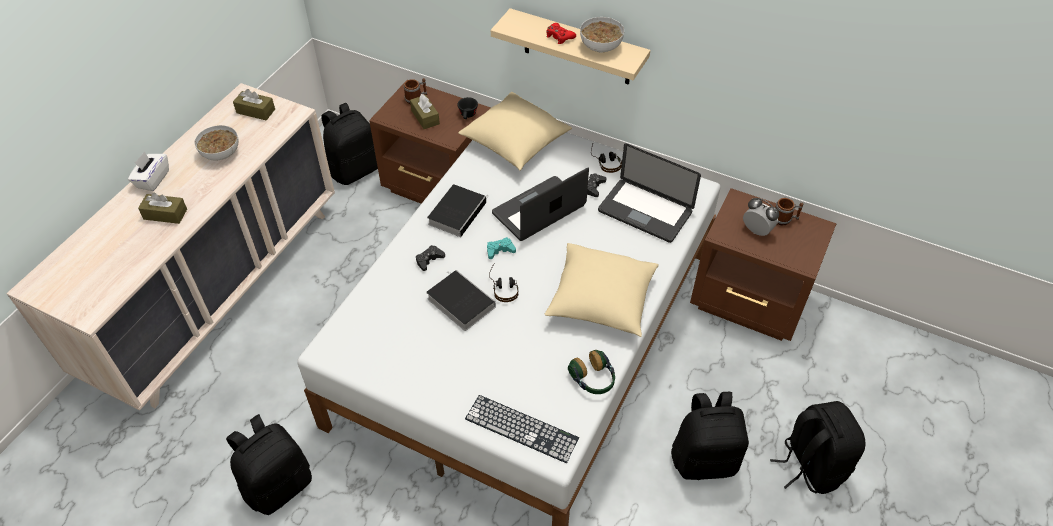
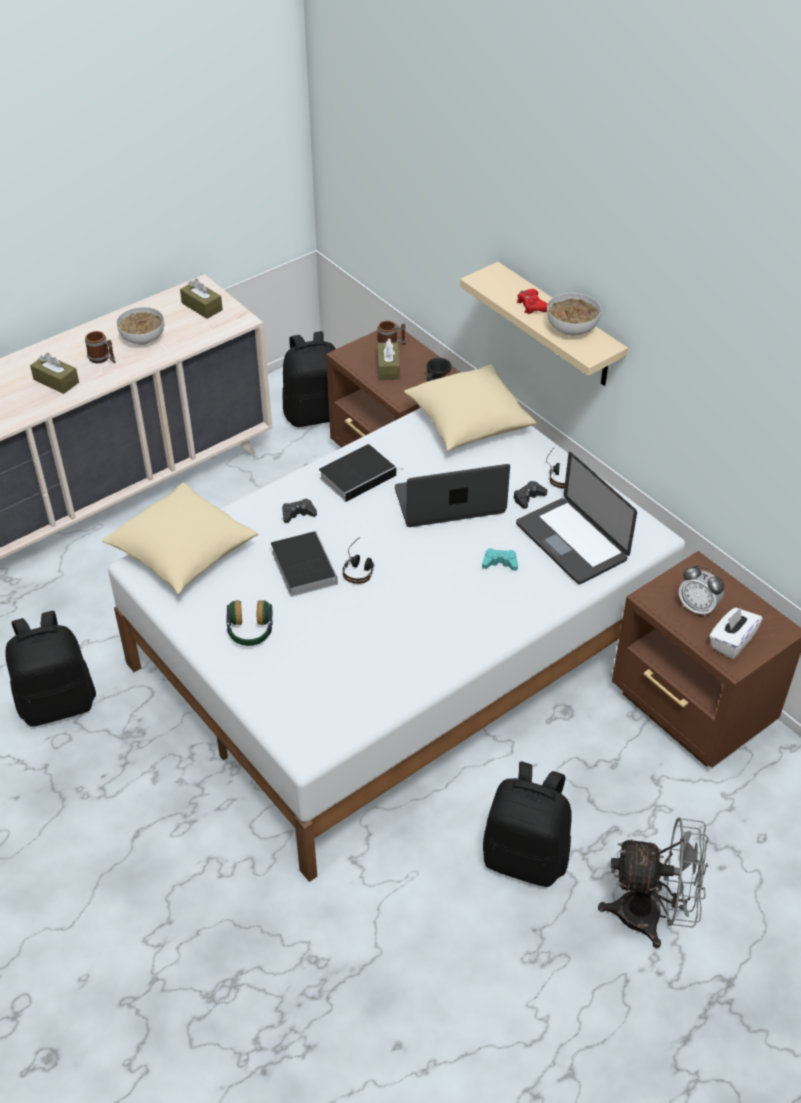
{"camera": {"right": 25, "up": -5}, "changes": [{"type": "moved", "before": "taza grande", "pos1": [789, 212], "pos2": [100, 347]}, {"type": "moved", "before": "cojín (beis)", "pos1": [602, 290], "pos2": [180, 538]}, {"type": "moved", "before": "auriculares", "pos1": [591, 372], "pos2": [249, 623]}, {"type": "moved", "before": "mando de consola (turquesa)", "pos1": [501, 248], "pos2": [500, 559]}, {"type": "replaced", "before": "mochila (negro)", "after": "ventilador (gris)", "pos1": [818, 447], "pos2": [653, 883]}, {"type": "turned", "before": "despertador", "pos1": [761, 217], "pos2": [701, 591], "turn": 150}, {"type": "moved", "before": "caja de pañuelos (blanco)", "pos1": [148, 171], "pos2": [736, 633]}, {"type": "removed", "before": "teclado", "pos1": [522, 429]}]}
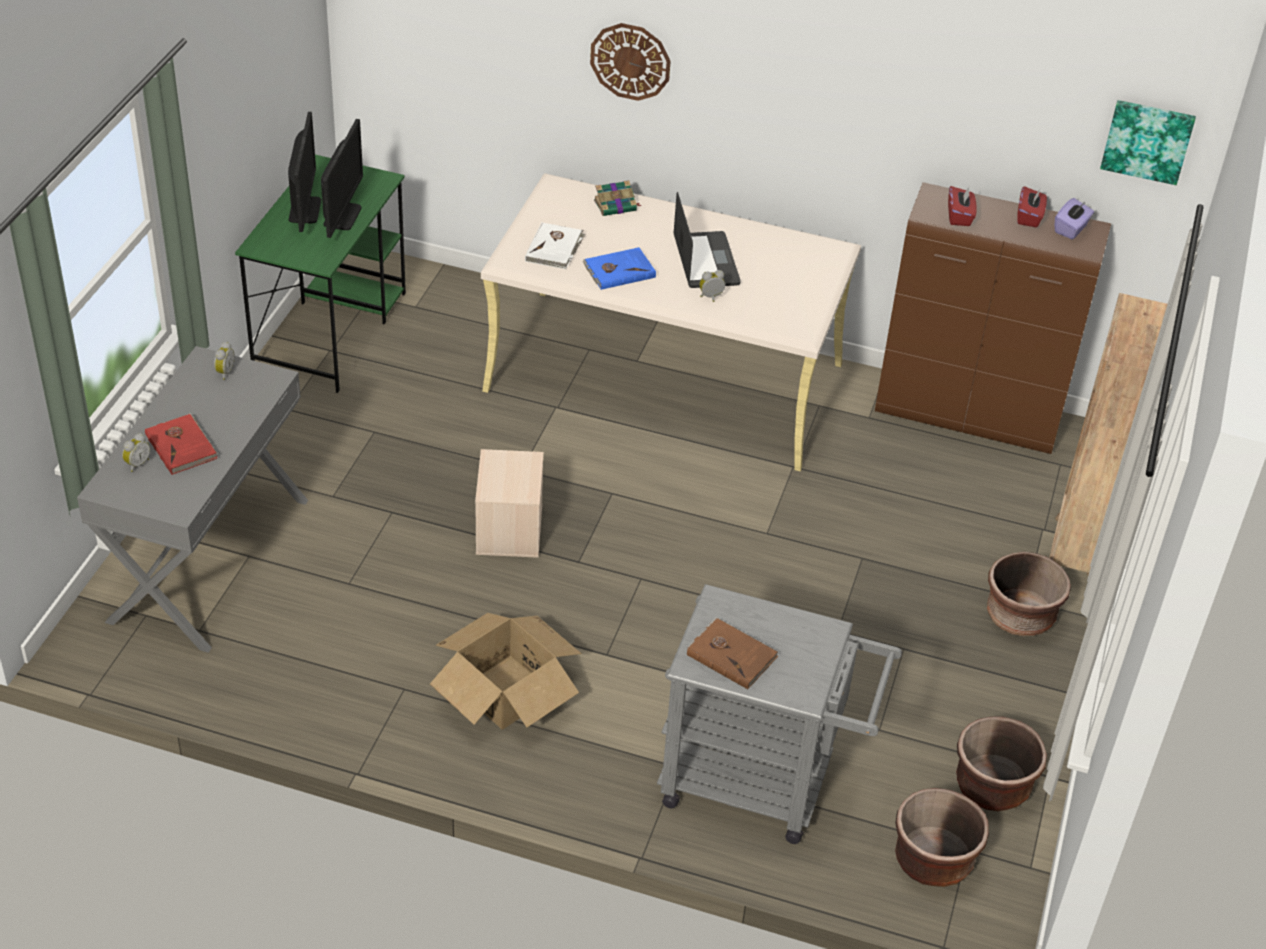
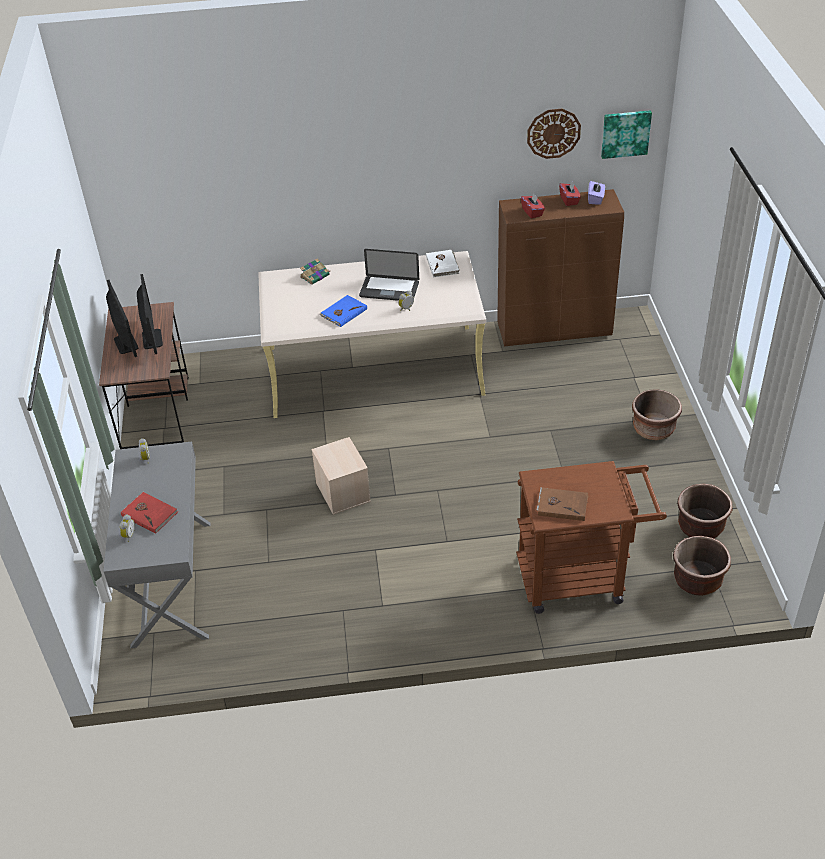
{"camera": {"right": -20, "up": 0}, "changes": [{"type": "recoloured", "before": "escritorio (verde)", "after": "escritorio (marrón)", "pos1": [320, 274], "pos2": [144, 375]}, {"type": "turned", "before": "portátil", "pos1": [707, 240], "pos2": [389, 275], "turn": 135}, {"type": "moved", "before": "libro (blanco)", "pos1": [555, 245], "pos2": [443, 263]}, {"type": "recoloured", "before": "carrito (gris)", "after": "carrito (marrón)", "pos1": [779, 714], "pos2": [591, 537]}, {"type": "moved", "before": "reloj de pared", "pos1": [630, 62], "pos2": [554, 134]}, {"type": "removed", "before": "caja de cartón", "pos1": [506, 671]}, {"type": "removed", "before": "estantería (marrón)", "pos1": [1108, 434]}]}
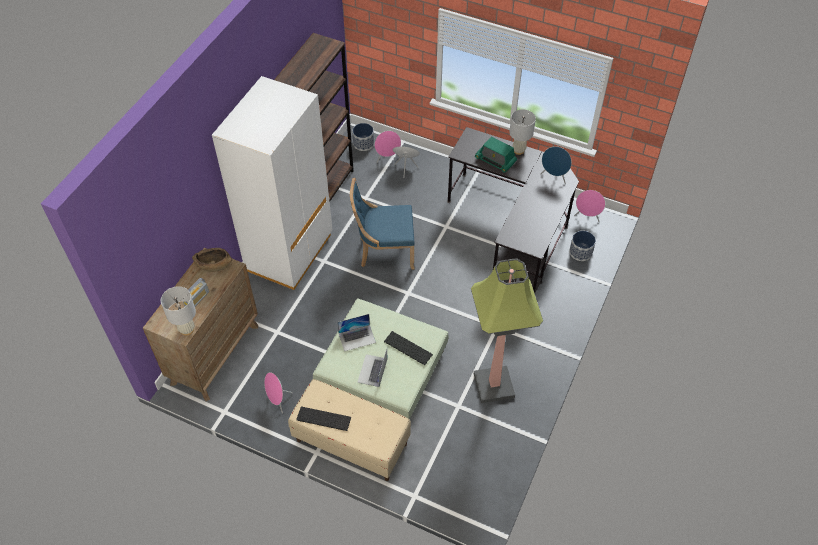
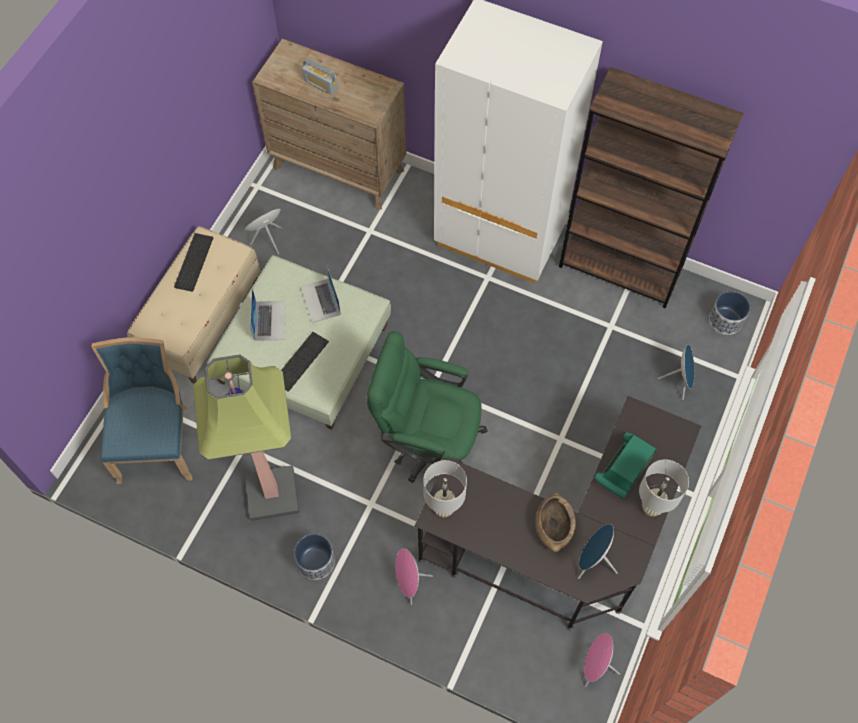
{"camera": {"right": 90, "up": 10}, "changes": [{"type": "moved", "before": "silla (azul)", "pos1": [382, 224], "pos2": [141, 410]}, {"type": "turned", "before": "portátil", "pos1": [372, 368], "pos2": [268, 314], "turn": 75}, {"type": "moved", "before": "maceta", "pos1": [582, 246], "pos2": [314, 557]}, {"type": "added", "after": "silla de oficina (verde)", "pos2": [427, 407]}, {"type": "moved", "before": "altavoz (rosa)", "pos1": [388, 147], "pos2": [414, 576]}, {"type": "moved", "before": "lámpara de mesa (blanco)", "pos1": [178, 311], "pos2": [445, 488]}, {"type": "moved", "before": "cuenco (marrón)", "pos1": [212, 260], "pos2": [555, 522]}]}
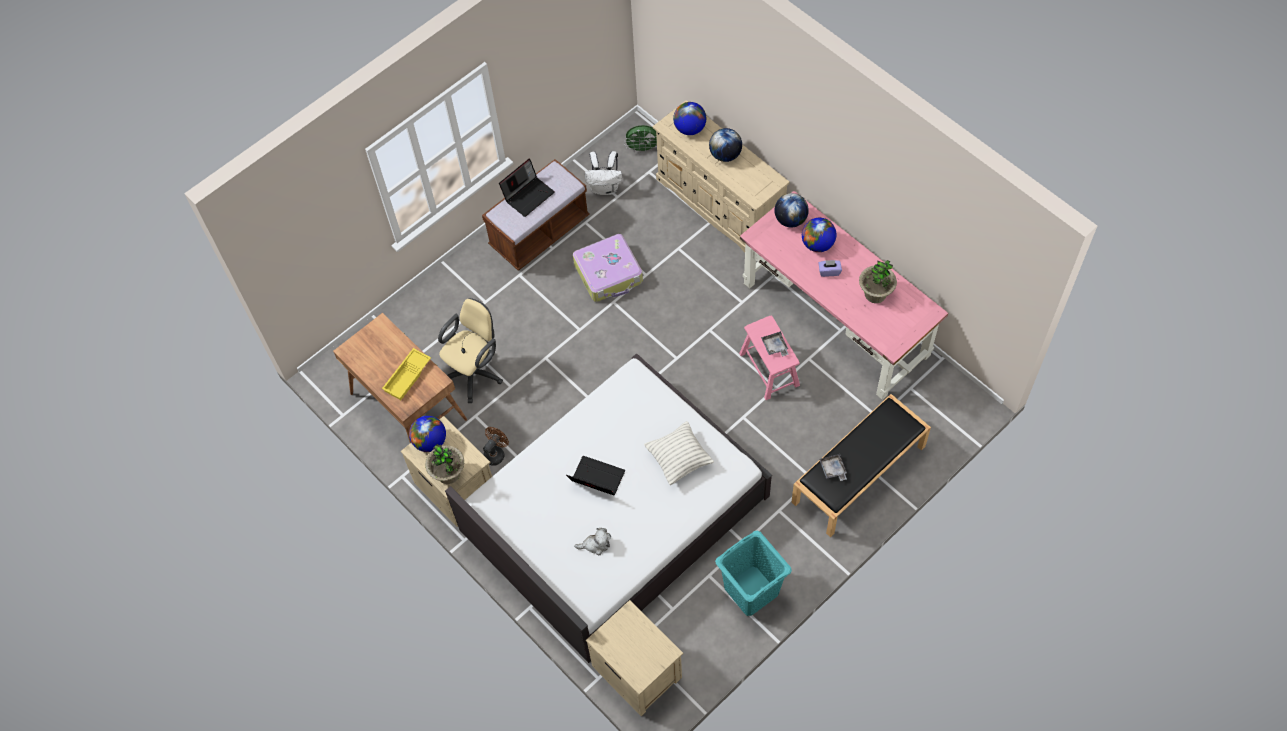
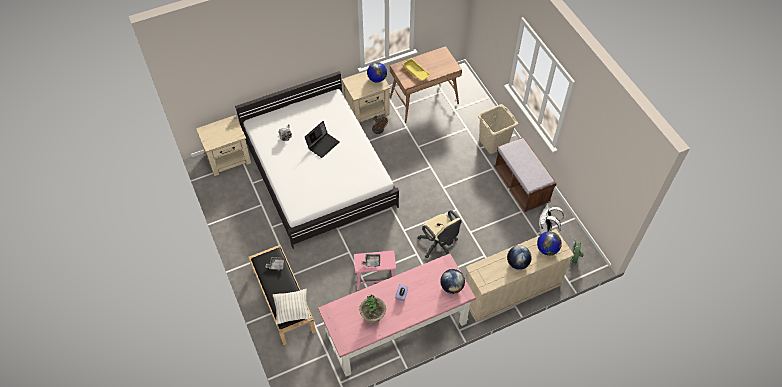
{"camera": {"right": 105, "up": -5}, "changes": [{"type": "moved", "before": "cojín", "pos1": [679, 453], "pos2": [292, 307]}, {"type": "moved", "before": "silla de oficina (beis)", "pos1": [470, 350], "pos2": [440, 234]}, {"type": "added", "after": "cesto de la ropa (beis)", "pos2": [498, 129]}, {"type": "removed", "before": "planta en maceta", "pos1": [444, 464]}, {"type": "removed", "before": "portátil", "pos1": [526, 187]}, {"type": "removed", "before": "maleta", "pos1": [608, 268]}, {"type": "removed", "before": "cesto de la ropa (turquesa)", "pos1": [753, 573]}, {"type": "removed", "before": "globo terráqueo", "pos1": [819, 235]}]}
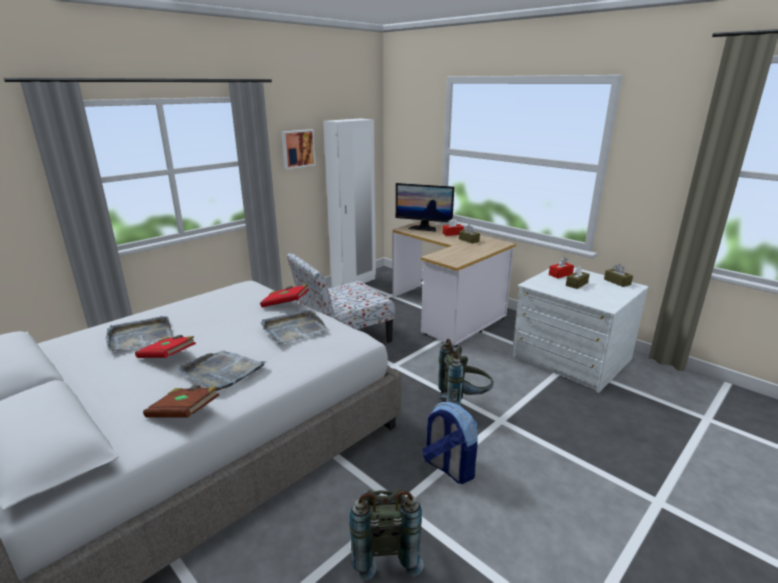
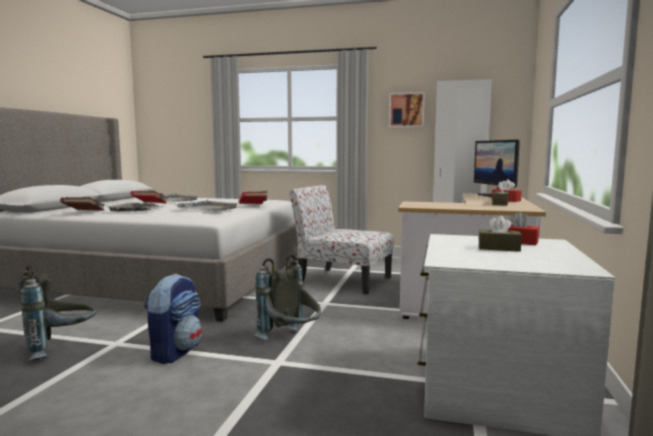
{"camera": {"right": 60, "up": -15}, "changes": [{"type": "removed", "before": "caja de pañuelos (marrón)", "pos1": [618, 275]}]}
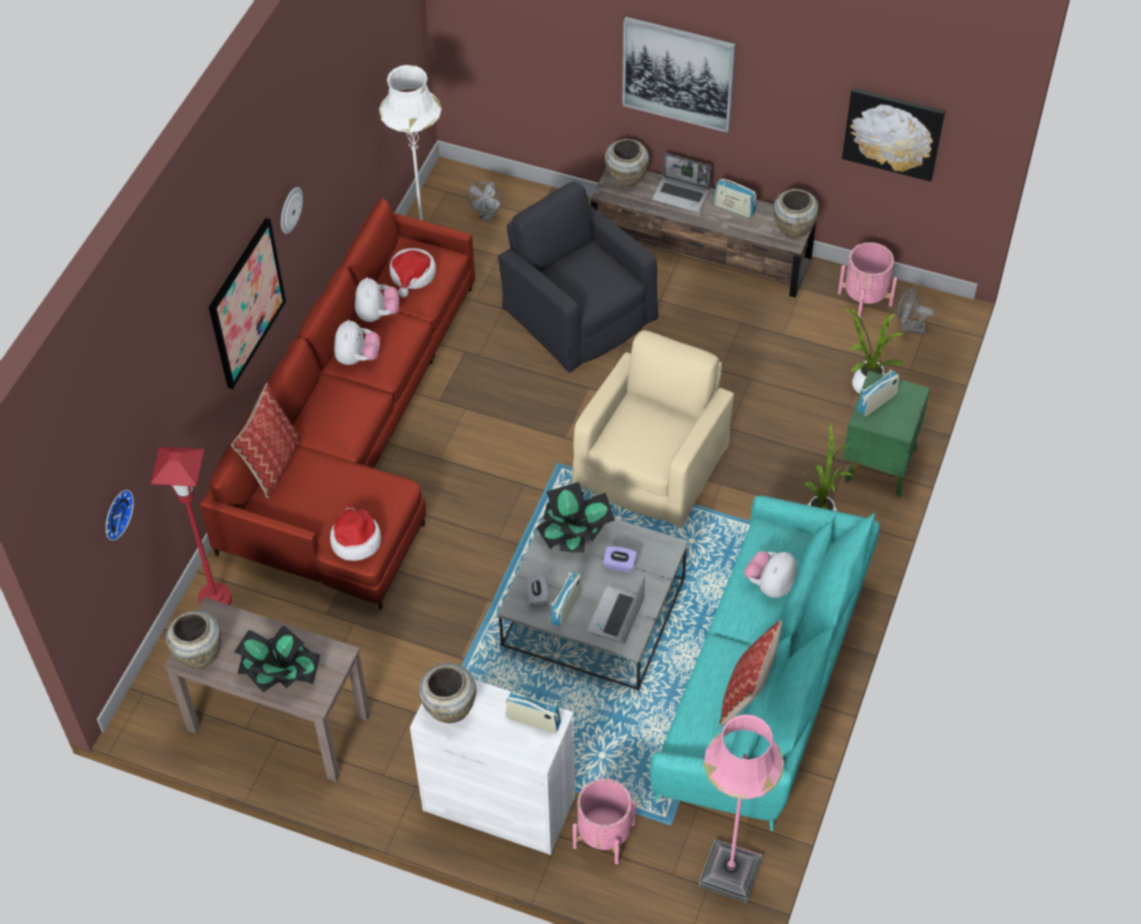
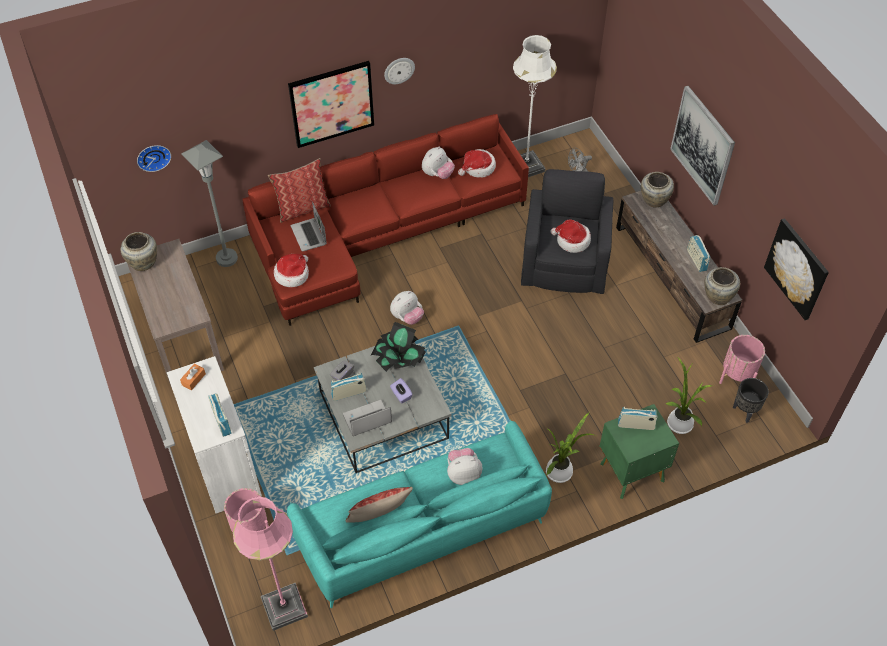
{"camera": {"right": 45, "up": 0}, "changes": [{"type": "replaced", "before": "florero (beis)", "after": "caja de pañuelos (naranja)", "pos1": [447, 693], "pos2": [193, 376]}, {"type": "recoloured", "before": "lámpara de pie (rojo)", "after": "lámpara de pie (gris)", "pos1": [191, 526], "pos2": [209, 203]}, {"type": "moved", "before": "portátil", "pos1": [682, 183], "pos2": [309, 227]}, {"type": "moved", "before": "peluche", "pos1": [357, 342], "pos2": [407, 308]}, {"type": "added", "after": "sombrero", "pos2": [571, 236]}, {"type": "replaced", "before": "ventilador (gris)", "after": "maceta (negro)", "pos1": [915, 311], "pos2": [751, 400]}, {"type": "removed", "before": "planta en maceta", "pos1": [277, 659]}, {"type": "removed", "before": "sillón (beis)", "pos1": [653, 428]}]}
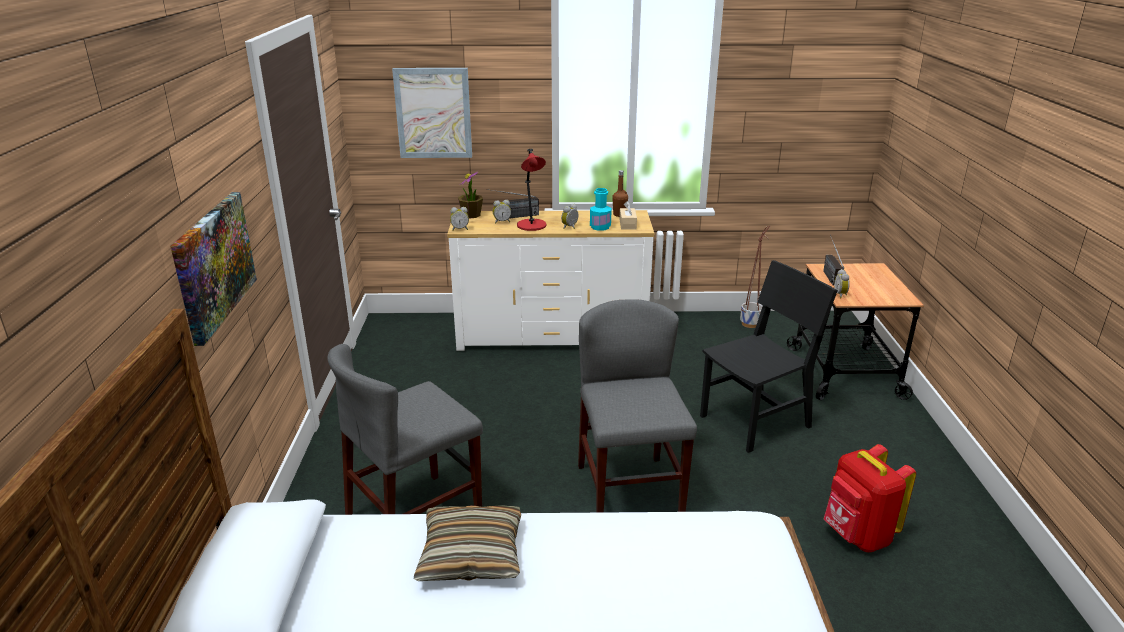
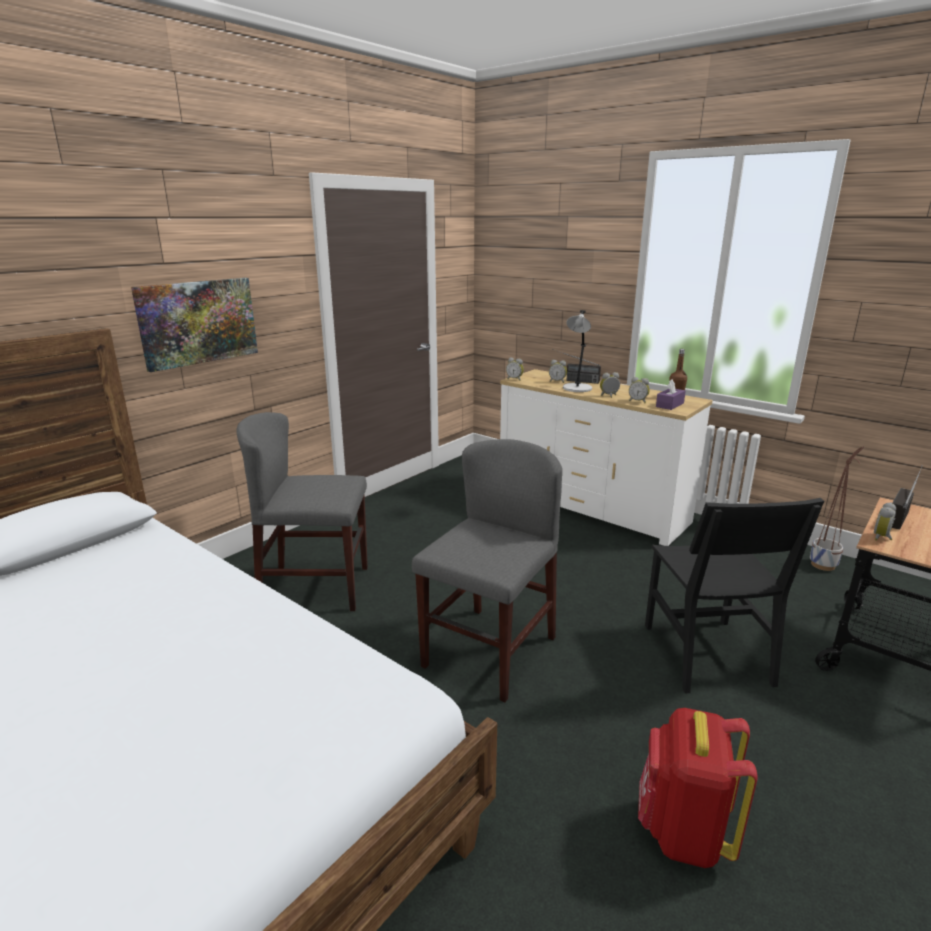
{"camera": {"right": 40, "up": -5}, "changes": [{"type": "recoloured", "before": "lámpara de mesa (rojo)", "after": "lámpara de mesa (gris)", "pos1": [531, 190], "pos2": [577, 351]}, {"type": "replaced", "before": "botella (turquesa)", "after": "despertador", "pos1": [601, 209], "pos2": [639, 390]}, {"type": "turned", "before": "silla (negro)", "pos1": [769, 356], "pos2": [734, 595], "turn": 75}, {"type": "recoloured", "before": "caja de pañuelos (beis)", "after": "caja de pañuelos (morado)", "pos1": [628, 215], "pos2": [671, 394]}, {"type": "removed", "before": "cuadro", "pos1": [432, 113]}, {"type": "removed", "before": "cojín", "pos1": [467, 543]}, {"type": "removed", "before": "planta en maceta", "pos1": [470, 195]}]}
